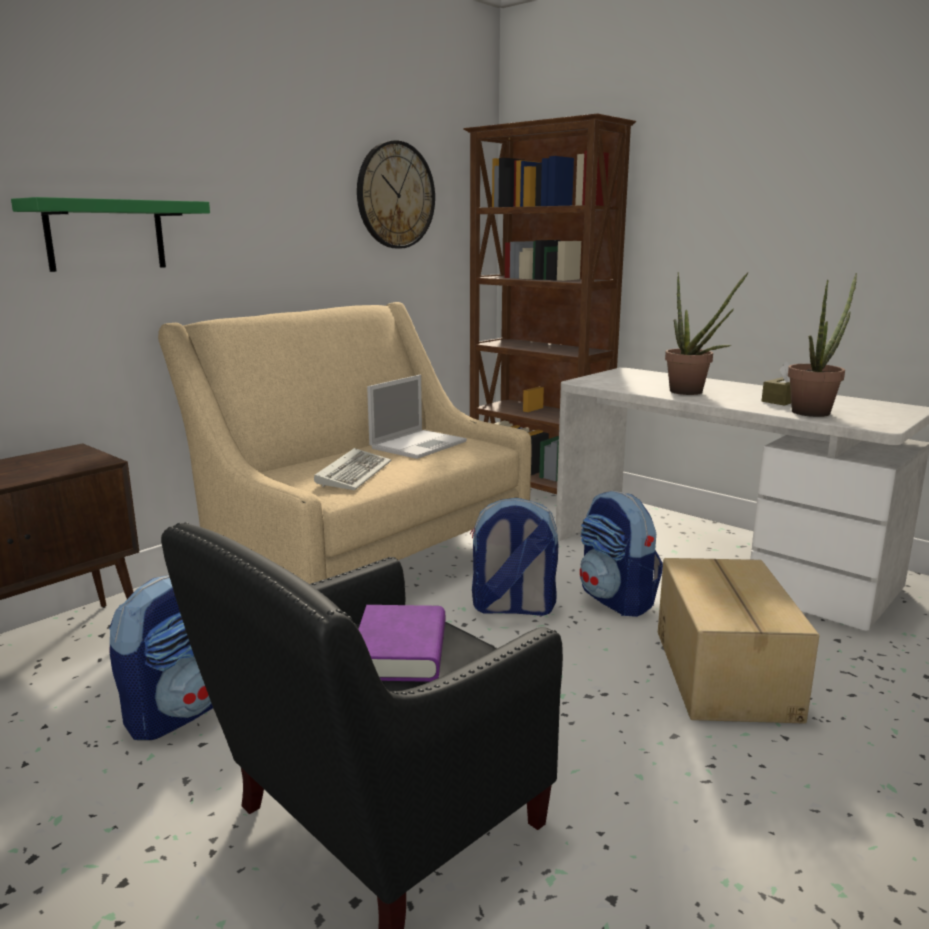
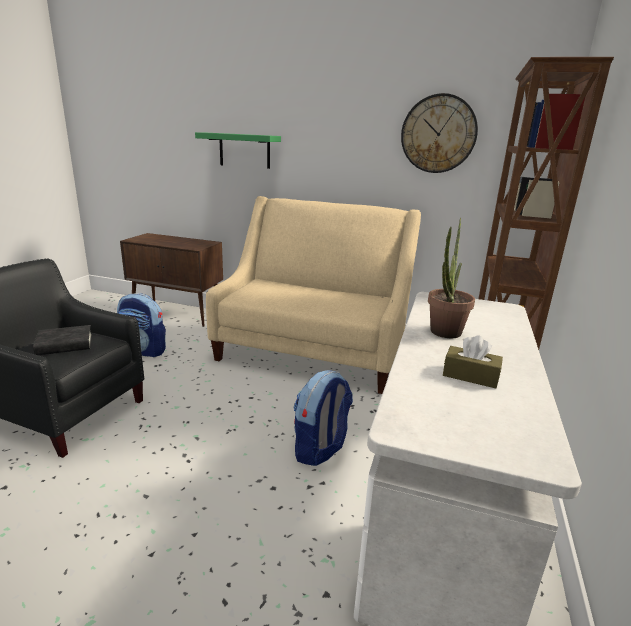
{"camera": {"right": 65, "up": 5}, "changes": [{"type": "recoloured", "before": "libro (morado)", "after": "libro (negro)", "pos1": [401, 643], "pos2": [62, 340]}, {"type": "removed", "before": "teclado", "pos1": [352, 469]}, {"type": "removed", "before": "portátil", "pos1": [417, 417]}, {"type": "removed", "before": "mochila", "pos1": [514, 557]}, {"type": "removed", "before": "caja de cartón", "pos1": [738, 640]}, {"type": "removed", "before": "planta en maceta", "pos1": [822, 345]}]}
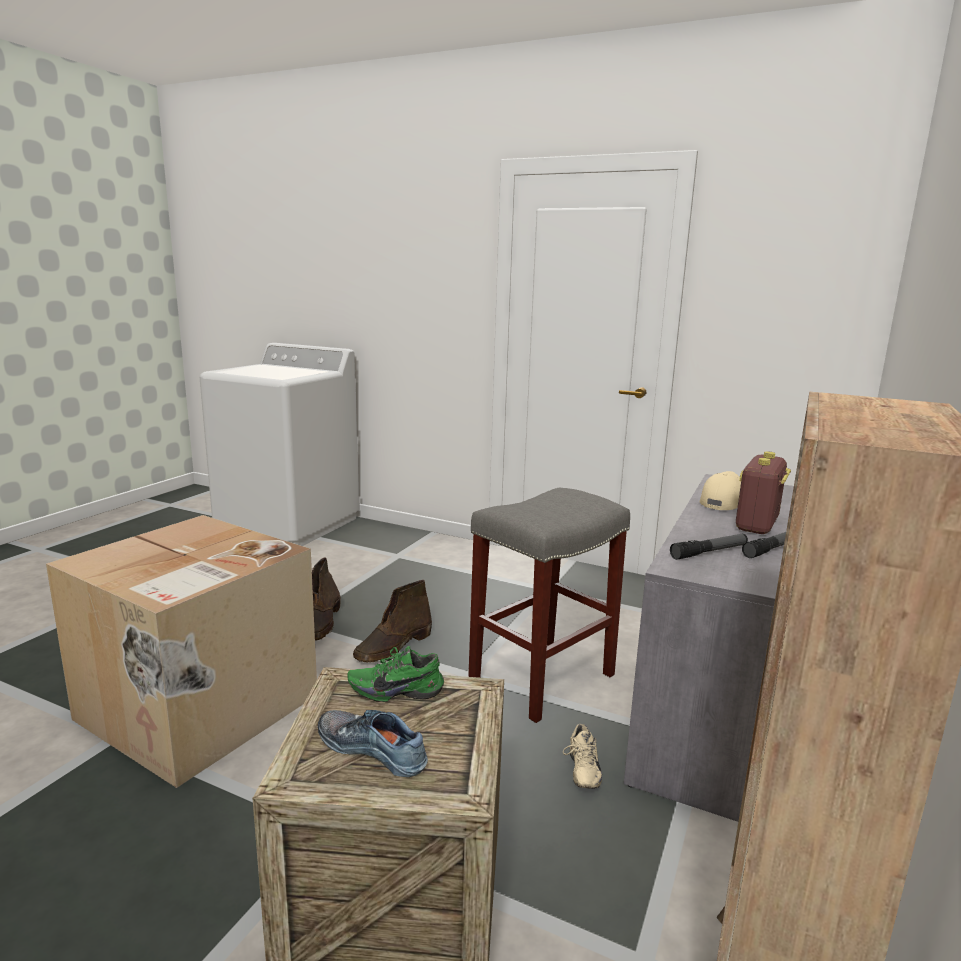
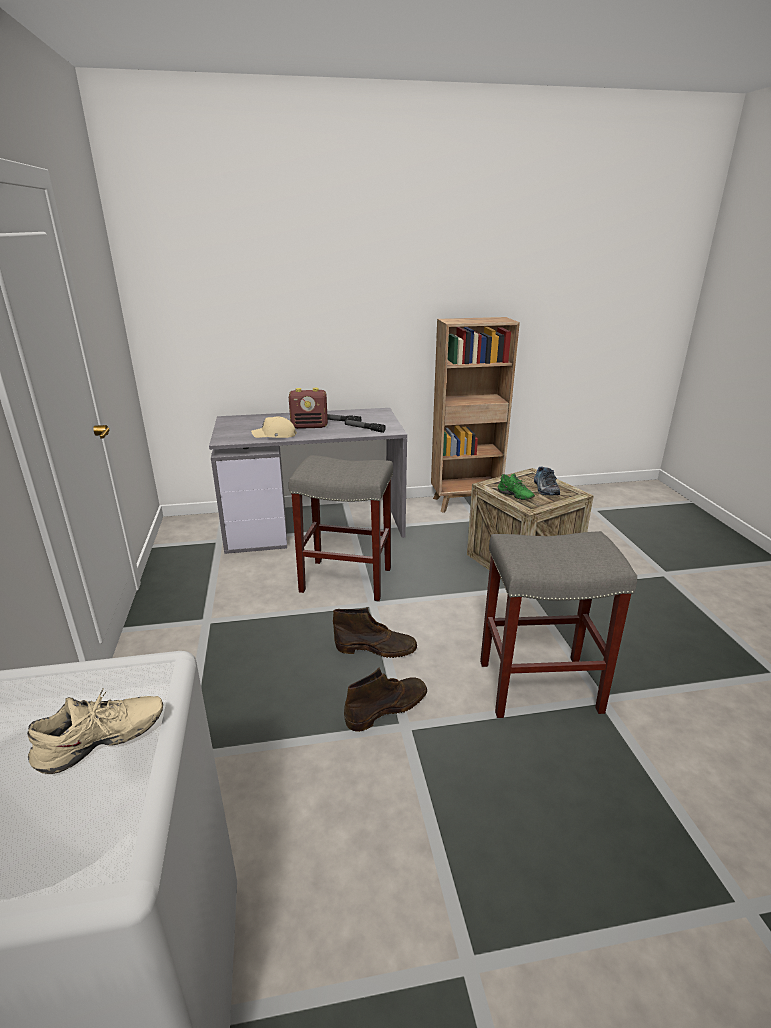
{"camera": {"right": -125, "up": 10}, "changes": [{"type": "moved", "before": "zapato (beis)", "pos1": [582, 756], "pos2": [95, 731]}, {"type": "replaced", "before": "caja de cartón", "after": "taburete (gris)", "pos1": [181, 651], "pos2": [558, 624]}]}
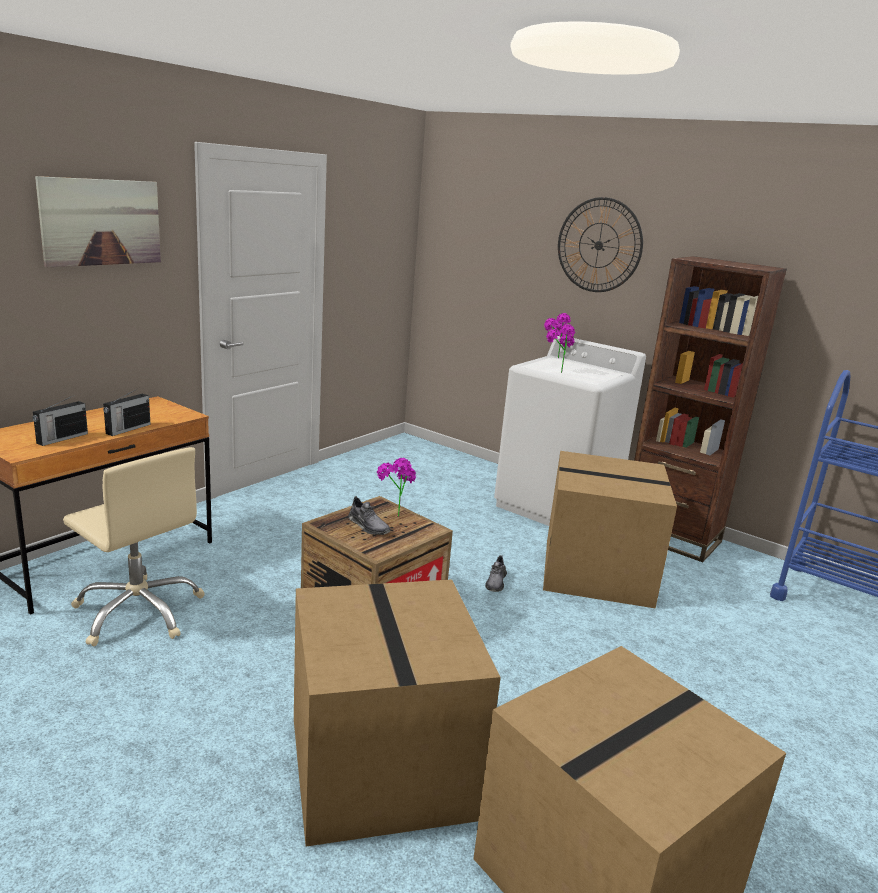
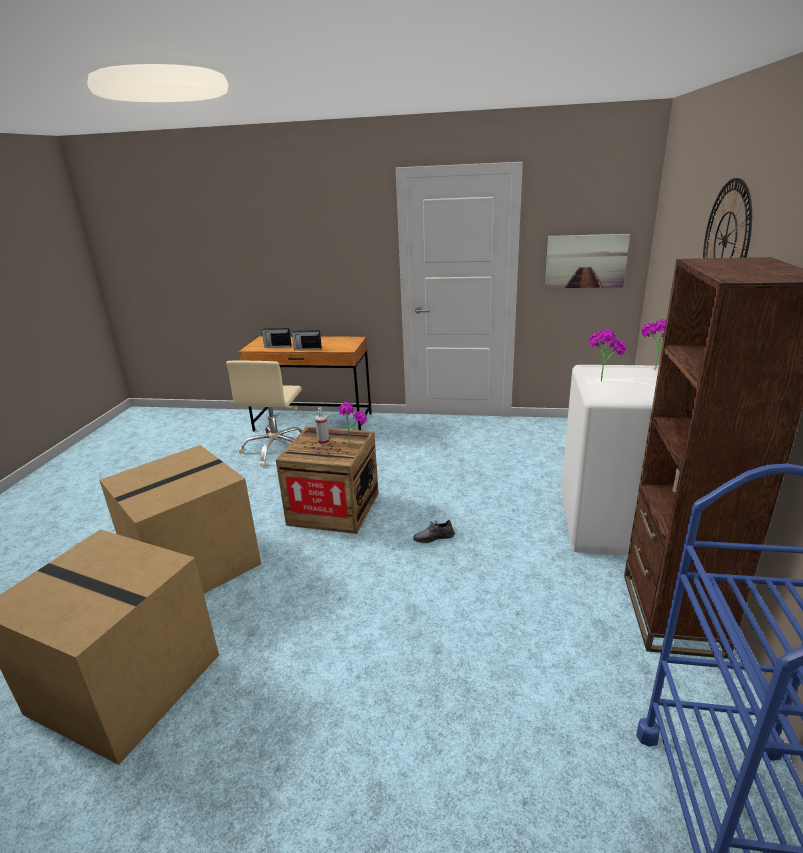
{"camera": {"right": 65, "up": 5}, "changes": [{"type": "replaced", "before": "zapato (gris)", "after": "pulverizador", "pos1": [369, 515], "pos2": [322, 426]}, {"type": "moved", "before": "cuadro", "pos1": [98, 221], "pos2": [587, 261]}, {"type": "removed", "before": "caja de cartón", "pos1": [610, 530]}]}
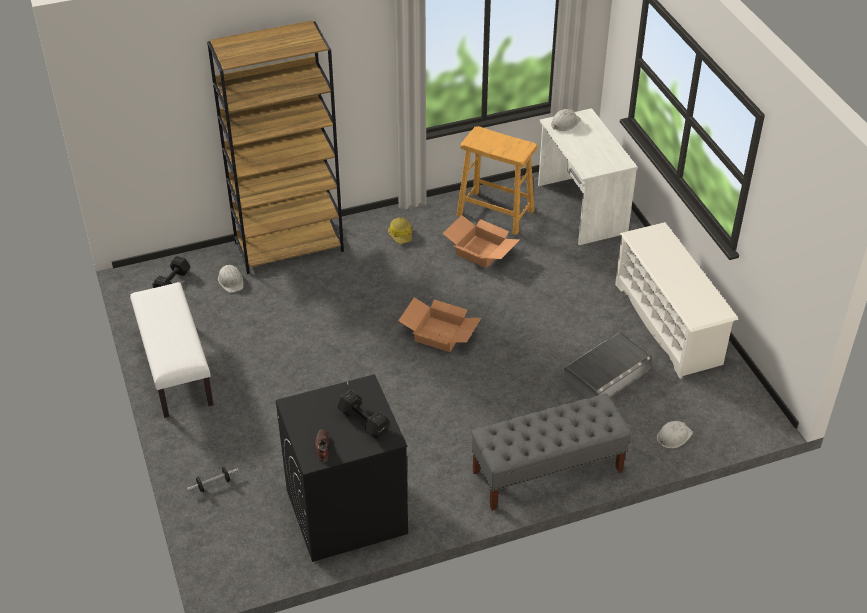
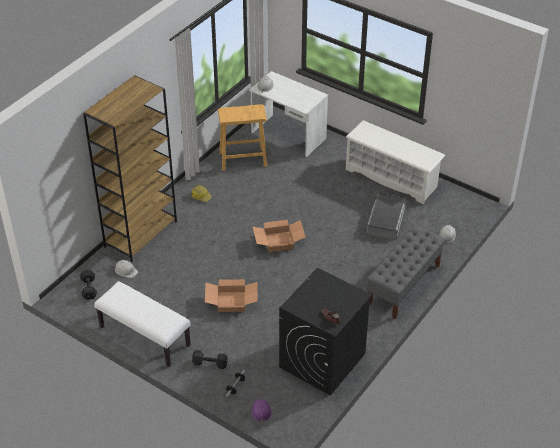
{"camera": {"right": -35, "up": 0}, "changes": [{"type": "moved", "before": "mancuerna (negro)", "pos1": [363, 414], "pos2": [210, 359]}, {"type": "moved", "before": "caja de cartón", "pos1": [481, 241], "pos2": [231, 295]}, {"type": "added", "after": "casco (morado)", "pos2": [262, 411]}]}
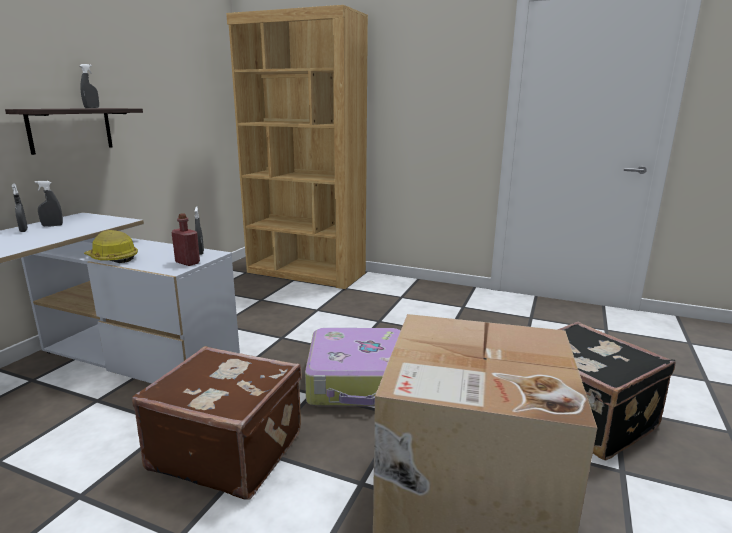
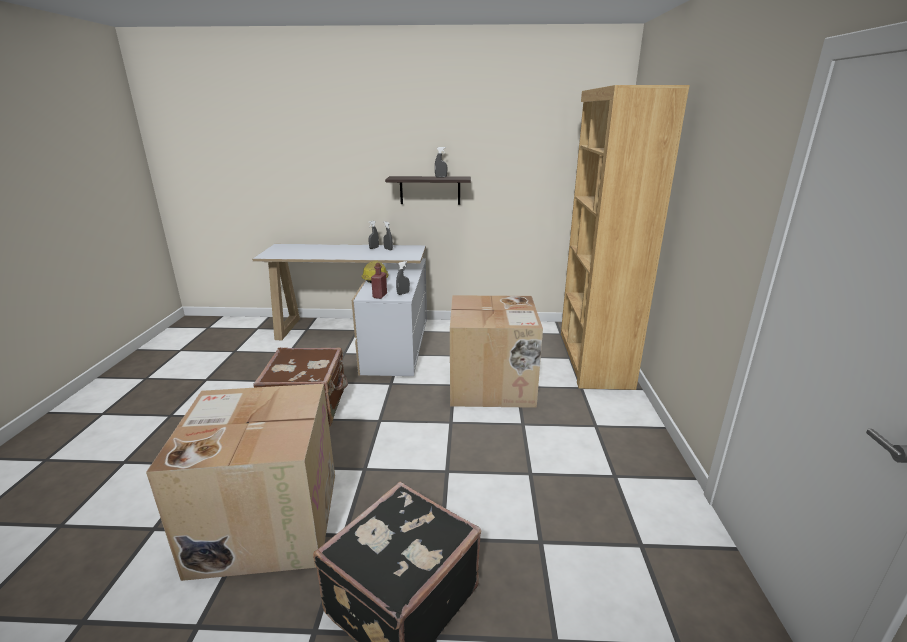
{"camera": {"right": 70, "up": 5}, "changes": [{"type": "added", "after": "caja de cartón", "pos2": [496, 351]}, {"type": "removed", "before": "maleta", "pos1": [353, 367]}]}
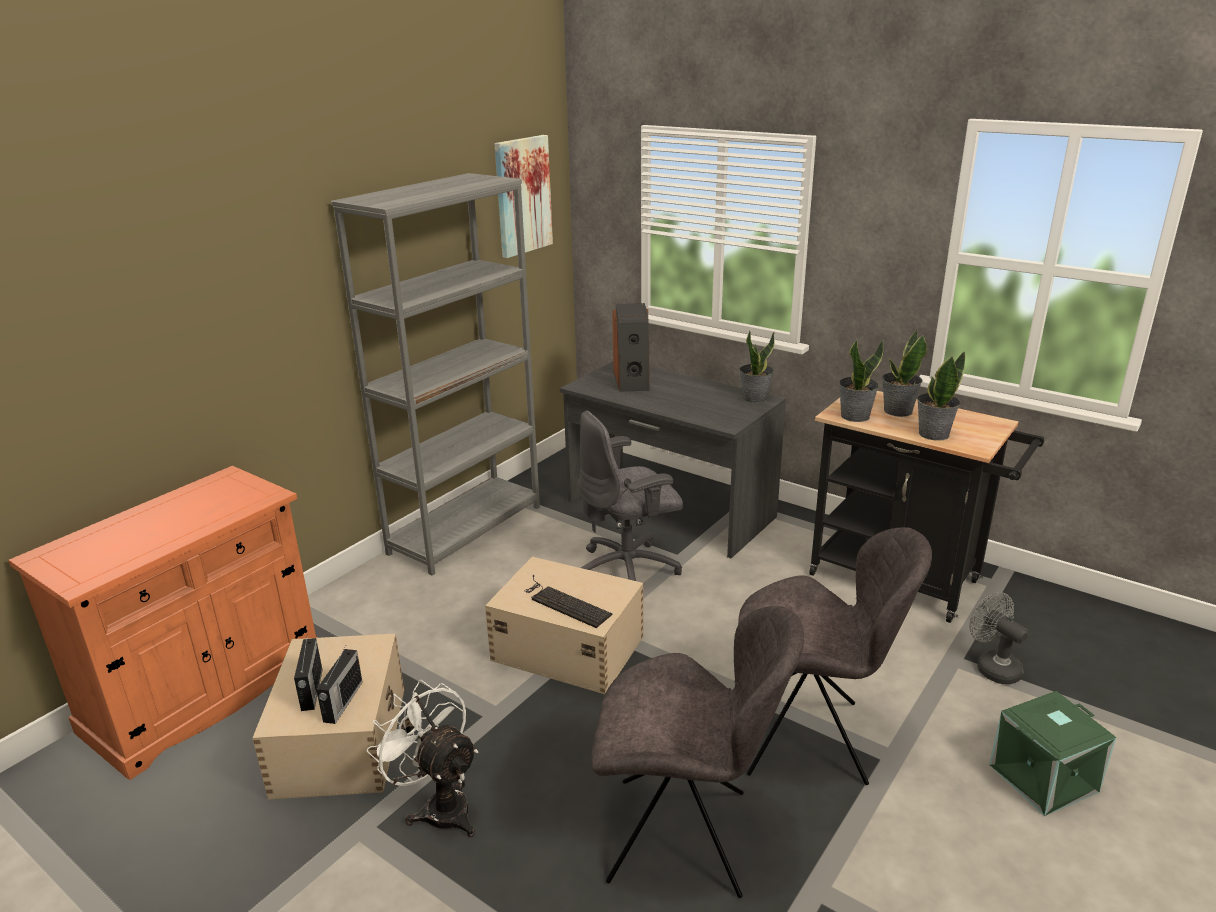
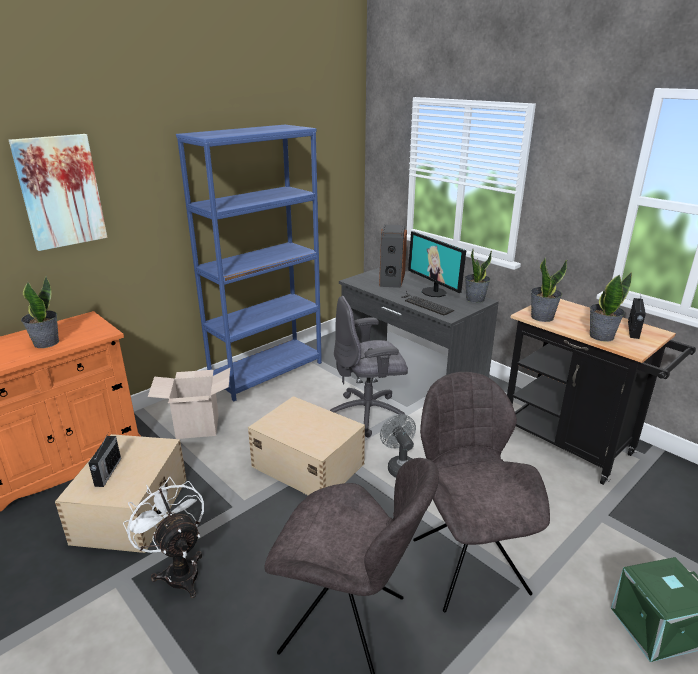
{"camera": {"right": 10, "up": 0}, "changes": [{"type": "moved", "before": "cuadro", "pos1": [524, 196], "pos2": [58, 192]}, {"type": "moved", "before": "planta en maceta", "pos1": [904, 373], "pos2": [40, 312]}, {"type": "added", "after": "caja de cartón", "pos2": [189, 403]}, {"type": "recoloured", "before": "estantería (gris)", "after": "estantería (azul)", "pos1": [435, 374], "pos2": [249, 263]}, {"type": "moved", "before": "ventilador (gris)", "pos1": [998, 638], "pos2": [398, 446]}, {"type": "moved", "before": "teclado", "pos1": [568, 601], "pos2": [428, 303]}, {"type": "added", "after": "monitor", "pos2": [437, 264]}, {"type": "turned", "before": "silla (gris)", "pos1": [835, 656], "pos2": [481, 492], "turn": -120}, {"type": "moved", "before": "radio", "pos1": [339, 685], "pos2": [637, 318]}]}
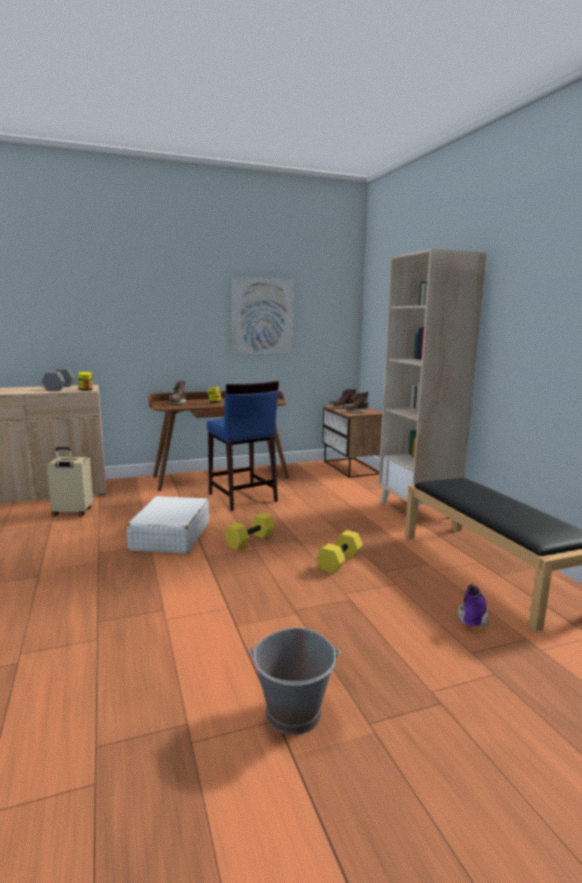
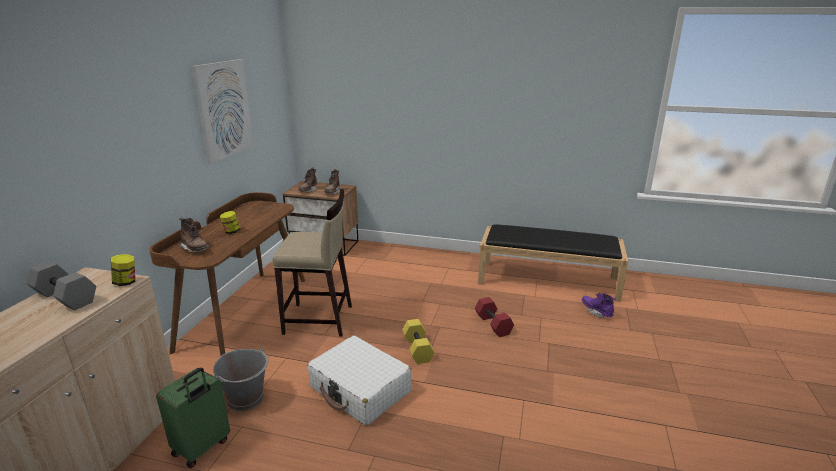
{"camera": {"right": -55, "up": 10}, "changes": [{"type": "recoloured", "before": "maleta (beis)", "after": "maleta (verde)", "pos1": [70, 481], "pos2": [193, 418]}, {"type": "moved", "before": "cubo (gris)", "pos1": [294, 681], "pos2": [241, 379]}, {"type": "recoloured", "before": "taburete (azul)", "after": "taburete (beis)", "pos1": [243, 446], "pos2": [312, 263]}, {"type": "recoloured", "before": "mancuerna (amarillo)", "after": "mancuerna (rojo)", "pos1": [339, 552], "pos2": [494, 317]}, {"type": "removed", "before": "estantería (beis)", "pos1": [432, 385]}]}
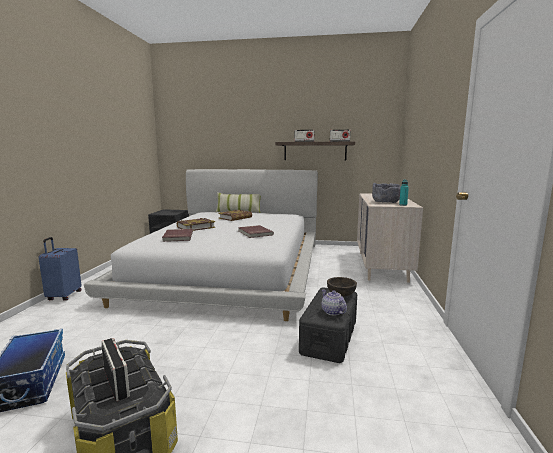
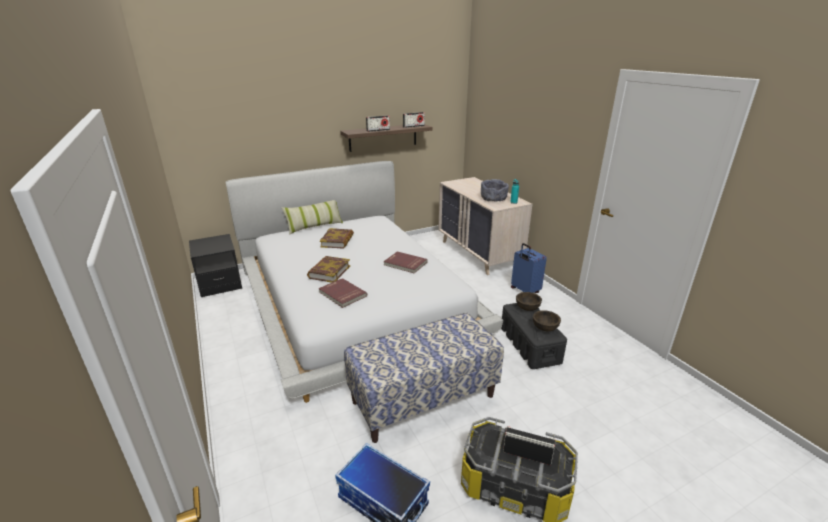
{"camera": {"right": -35, "up": 15}, "changes": [{"type": "added", "after": "banco", "pos2": [424, 378]}, {"type": "moved", "before": "maleta (azul)", "pos1": [60, 269], "pos2": [529, 268]}, {"type": "replaced", "before": "tetera", "after": "cuenco (marrón)", "pos1": [334, 303], "pos2": [547, 320]}]}
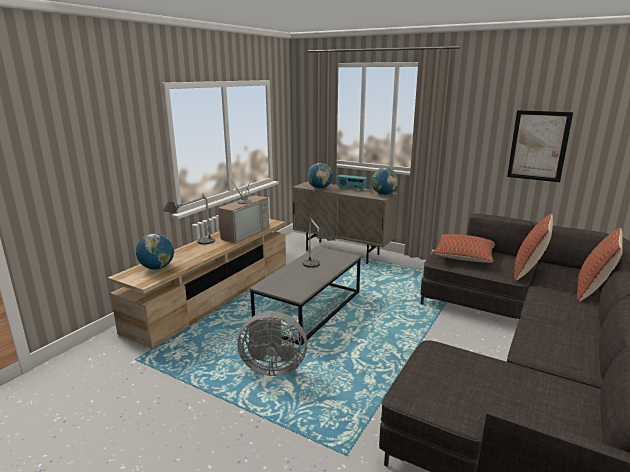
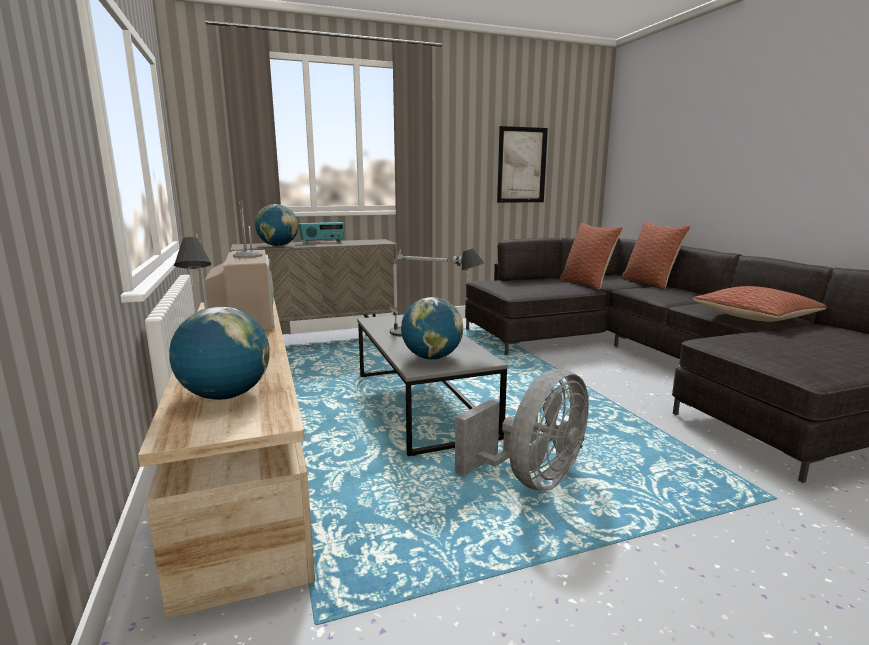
{"camera": {"right": -50, "up": -5}, "changes": [{"type": "moved", "before": "globo terráqueo", "pos1": [385, 181], "pos2": [432, 328]}, {"type": "moved", "before": "cojín", "pos1": [464, 248], "pos2": [759, 304]}]}
